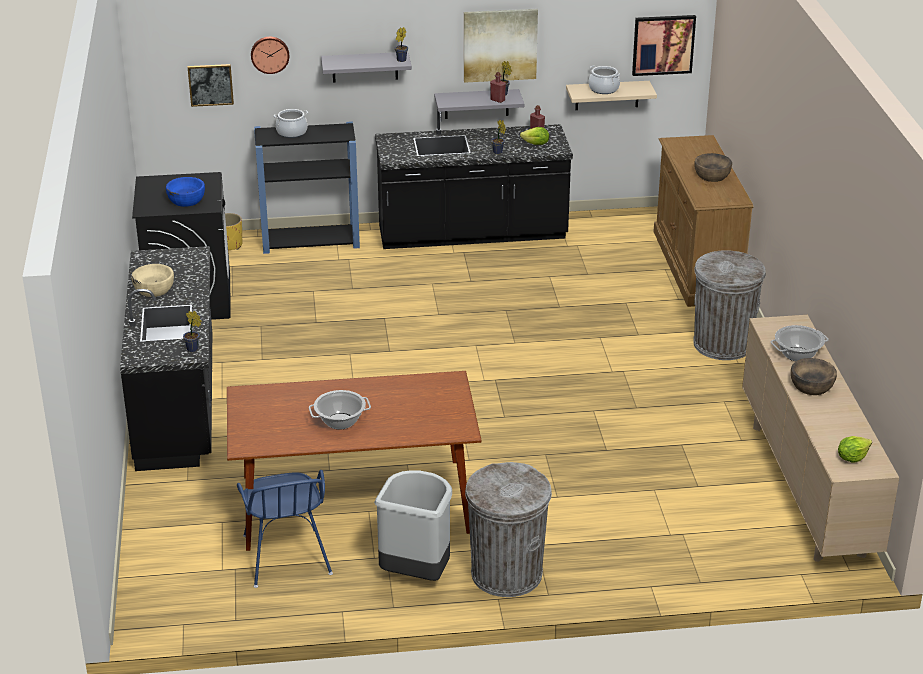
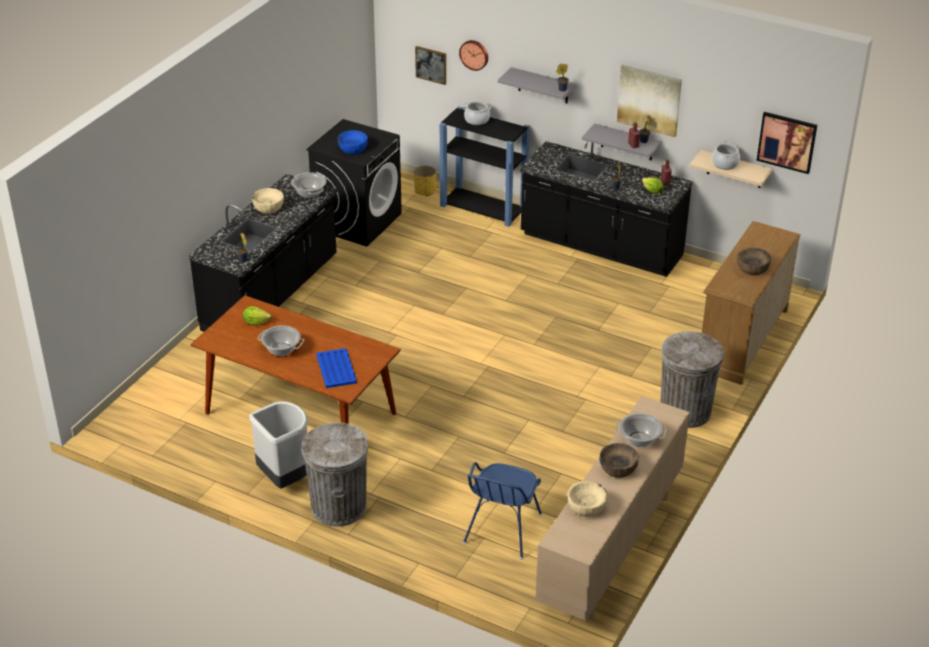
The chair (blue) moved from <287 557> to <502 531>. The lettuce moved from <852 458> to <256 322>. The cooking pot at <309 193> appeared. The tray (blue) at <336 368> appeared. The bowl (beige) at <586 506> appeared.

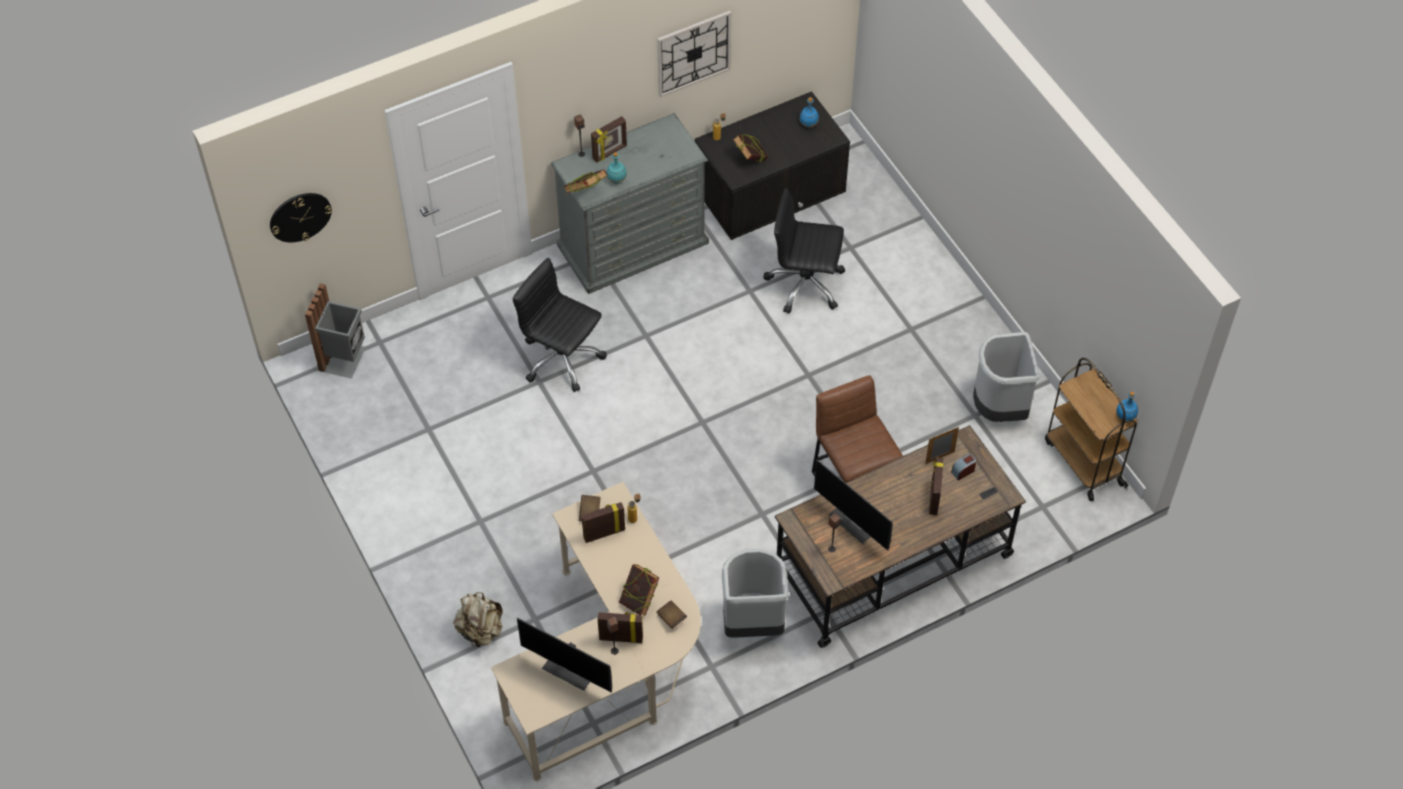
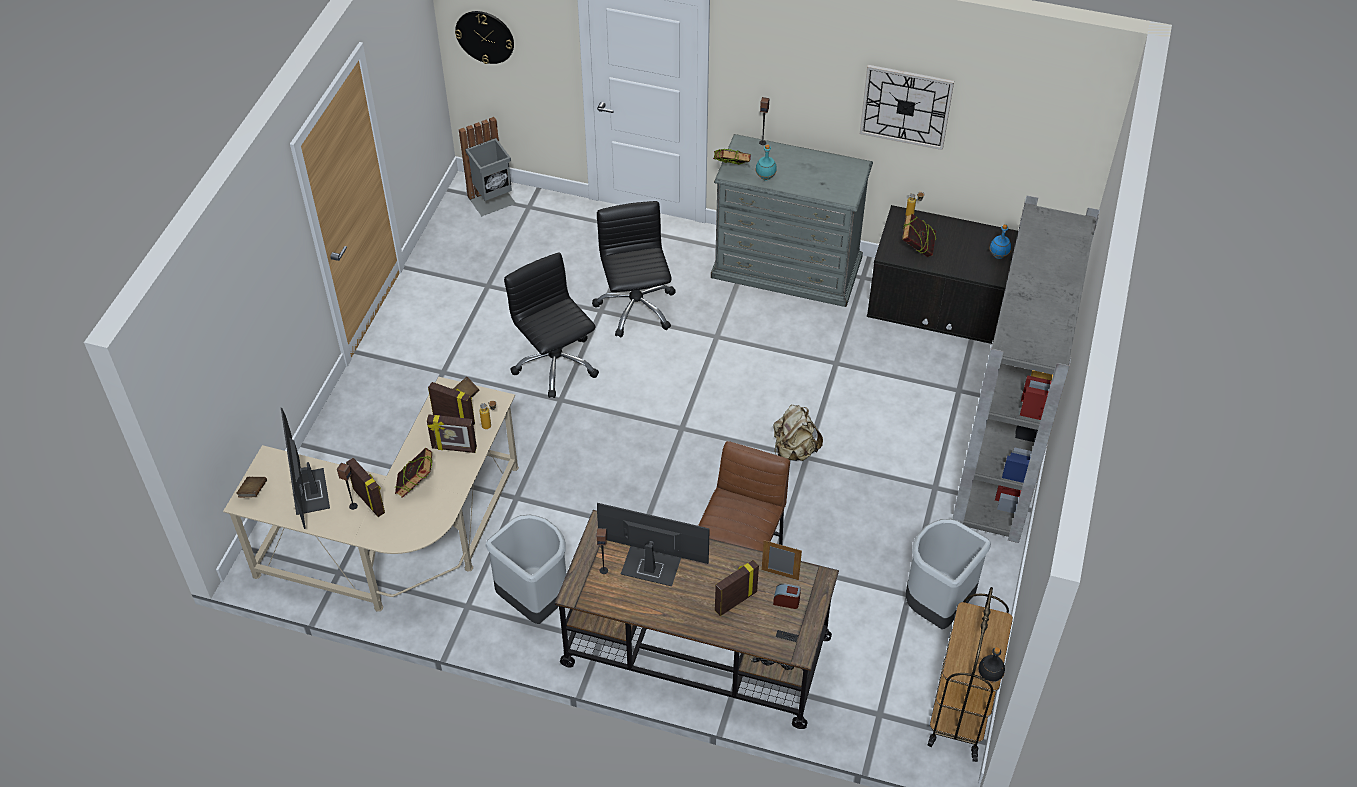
The backpack (beige) moved from <480 631> to <794 450>. The picture frame moved from <610 153> to <454 448>. The book (brown) moved from <671 618> to <253 492>. The office chair (black) moved from <805 284> to <555 364>. The monitor at <856 521> turned 105 degrees clockwise. The bottle (blue) at <1125 418> became the bottle (black) at <989 677>. The bookcase (grey) at <1001 457> appeared.

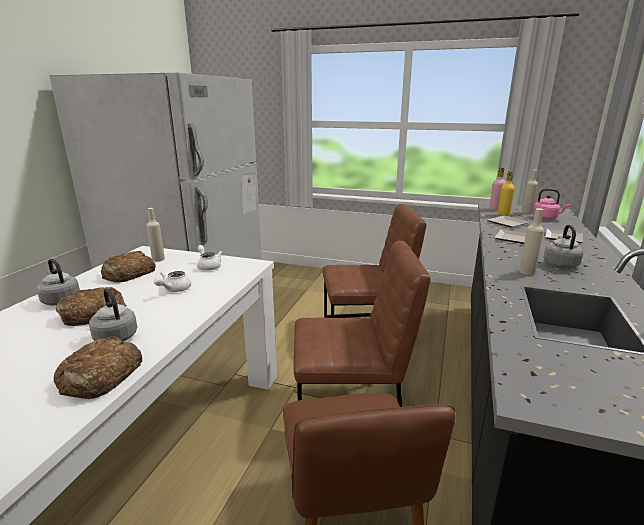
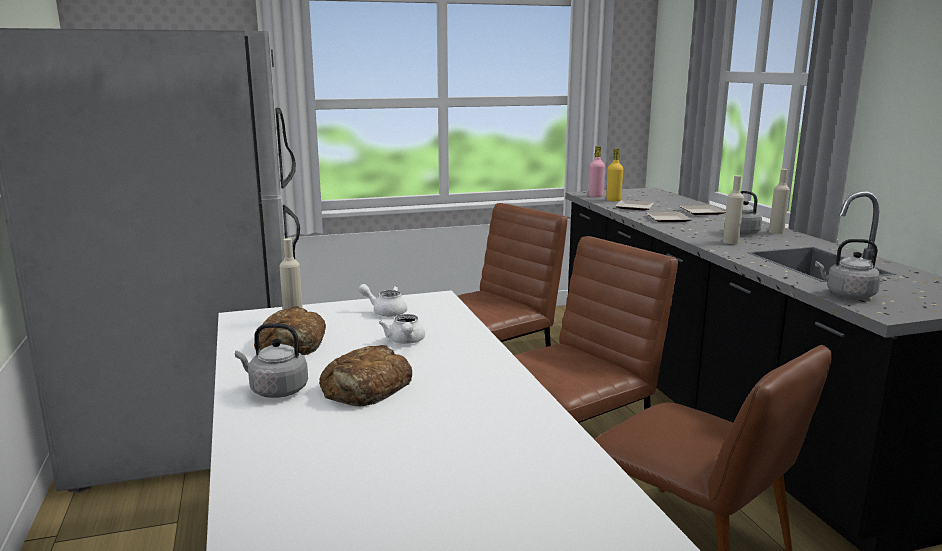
The bread at <100 375> disappeared. The kettle (grey) moved from <115 336> to <847 294>. The bottle (beige) moved from <527 212> to <776 232>. The kettle (pink) at <546 218> disappeared.

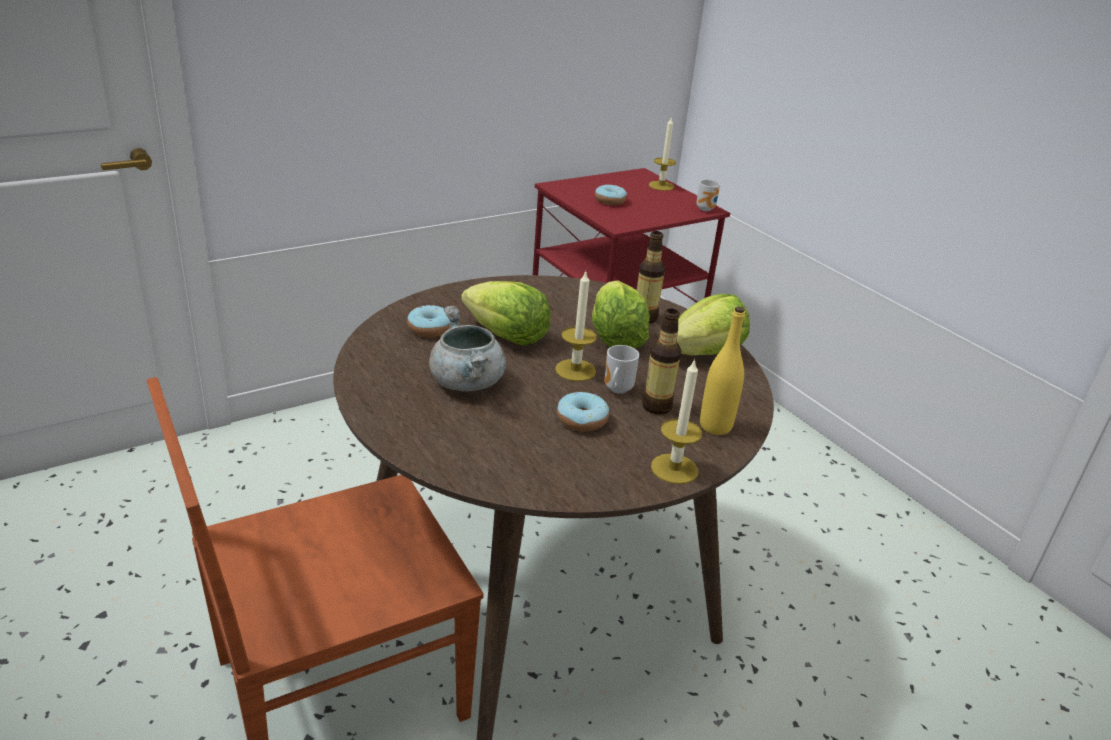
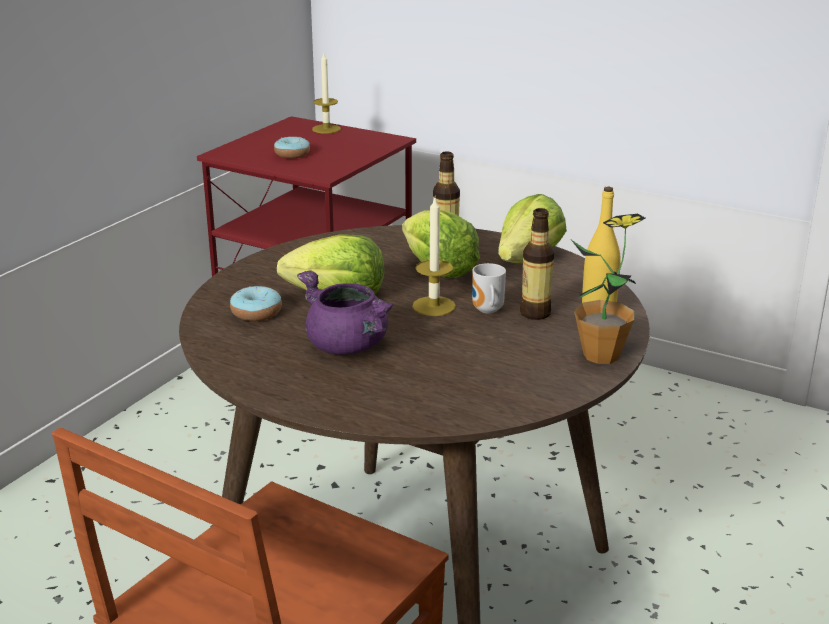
The cooking pot (grey) at <467 383> became the cooking pot (purple) at <348 347>. The donut at <582 420> disappeared. The candle at <674 469> was replaced by the potted plant at <601 355>. The mug at <707 209> disappeared.

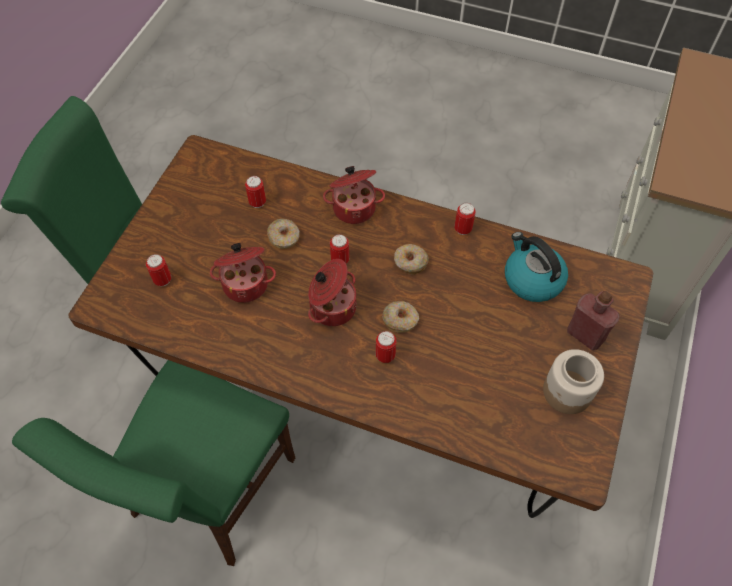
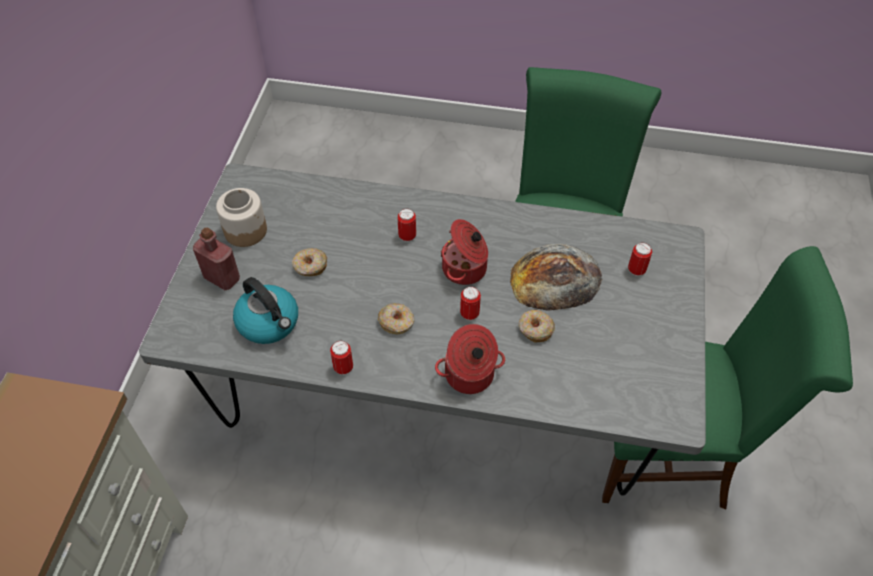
The dining table (brown) at <364 388> became the dining table (grey) at <437 395>. The cooking pot at <245 283> was replaced by the bread at <555 278>. The can at <257 202> disappeared. The donut moved from <400 320> to <310 266>.

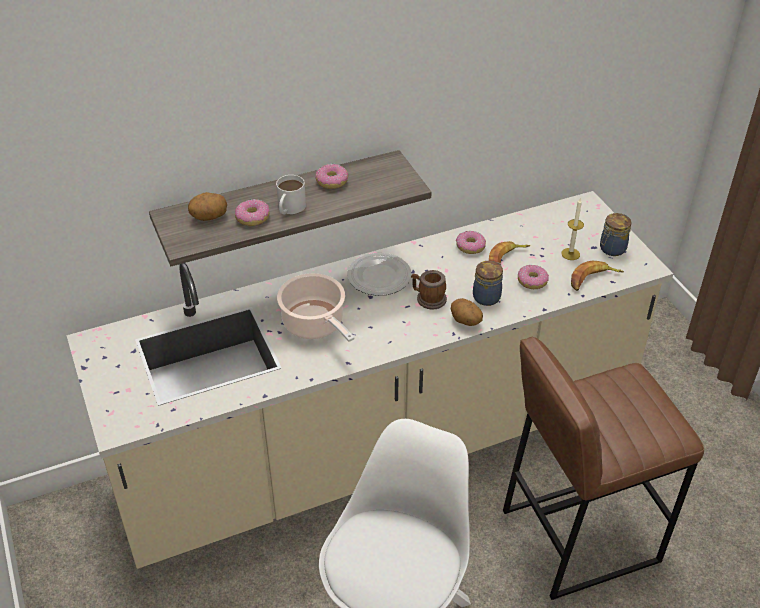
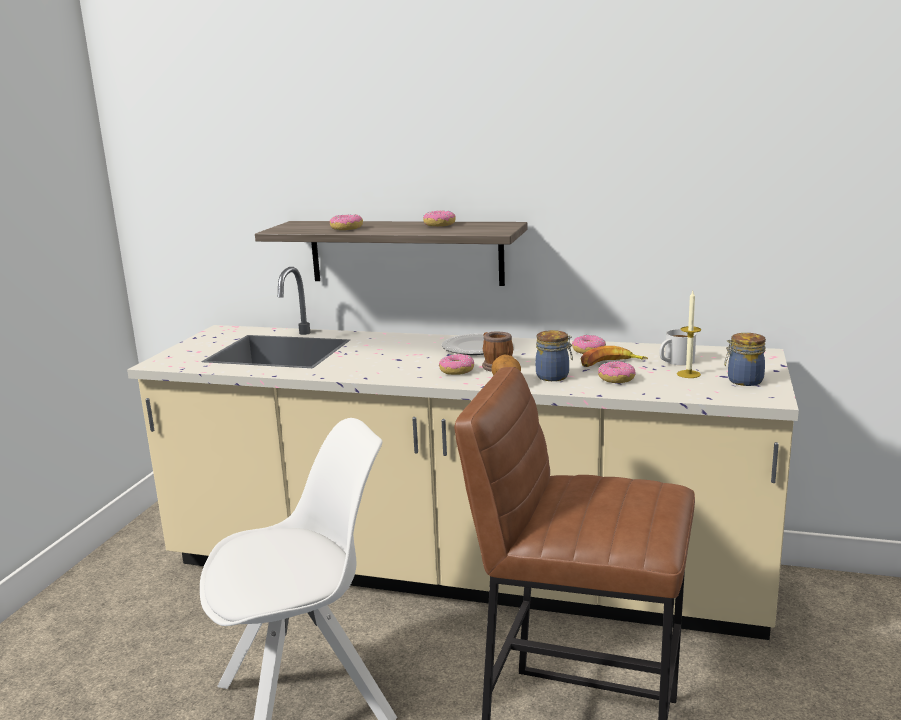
The potato at <209 217> disappeared. The mug (white) moved from <289 209> to <675 361>. The cooking pot at <315 325> disappeared. The banana at <592 279> disappeared. The donut at <457 370> appeared.

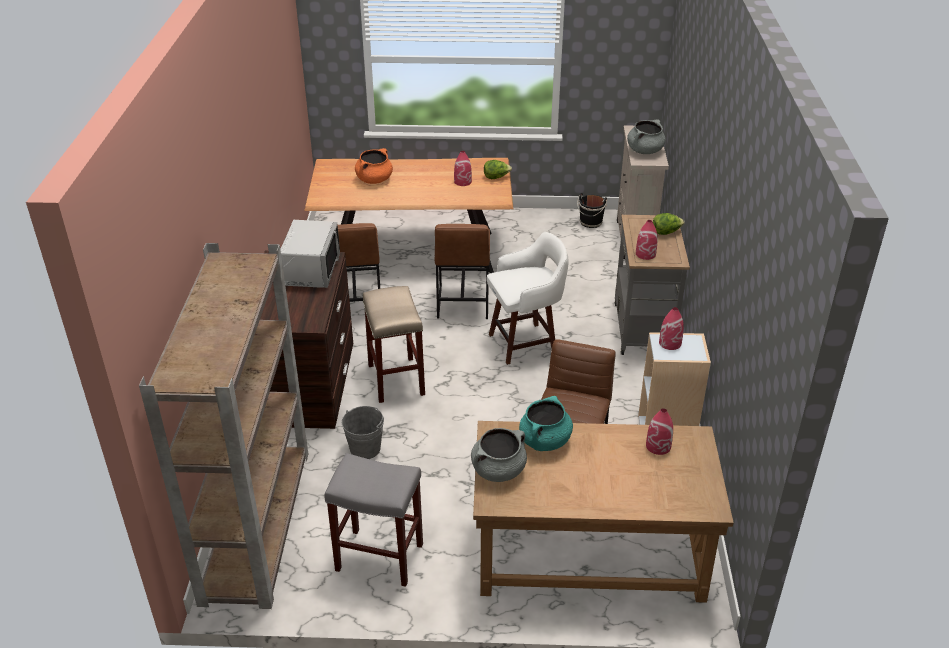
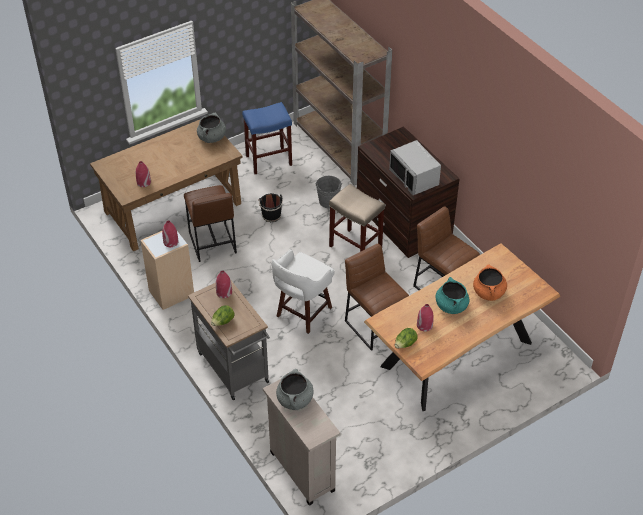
The stool (grey) at <378 557> became the stool (blue) at <269 160>. The cooking pot (turquoise) moved from <545 441> to <451 306>. The bucket (black) moved from <590 223> to <271 215>.

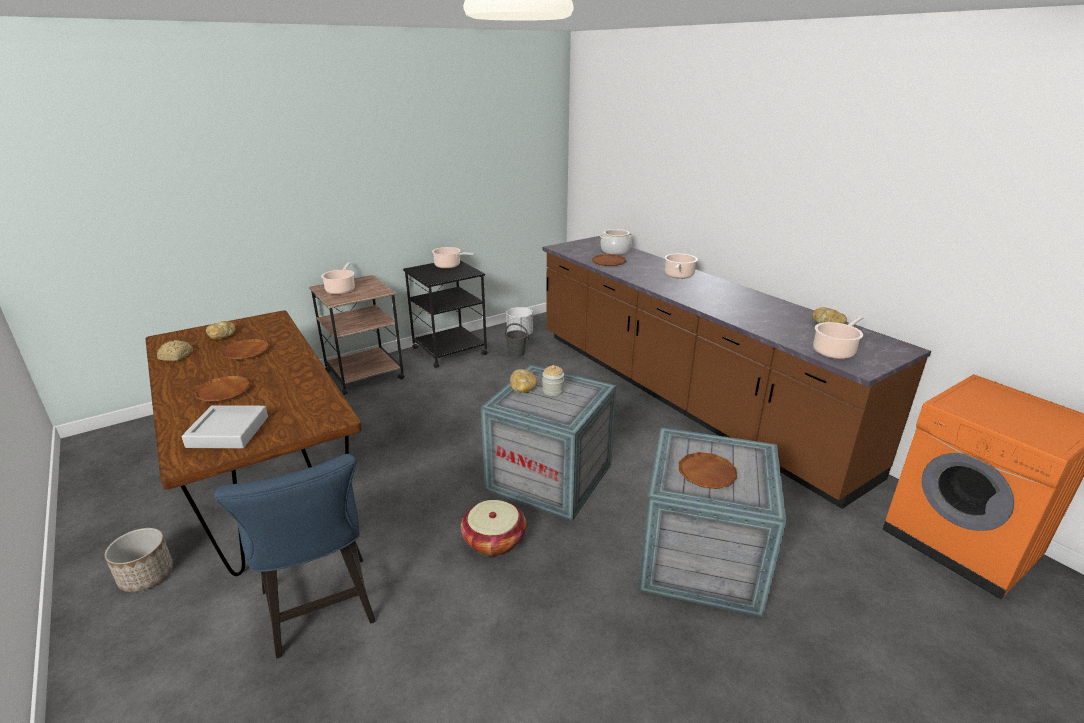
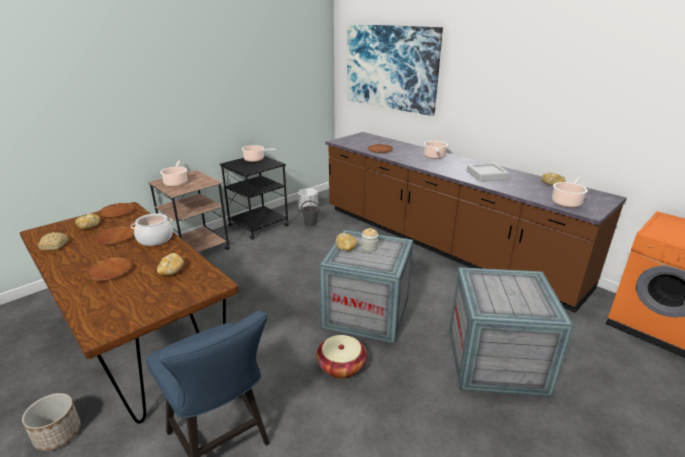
The tray (grey) moved from <228 432> to <486 175>. The cooking pot moved from <615 251> to <155 239>. The plate (brown) moved from <706 474> to <117 212>. The bread at <171 271> appeared. The picture at <390 67> appeared.

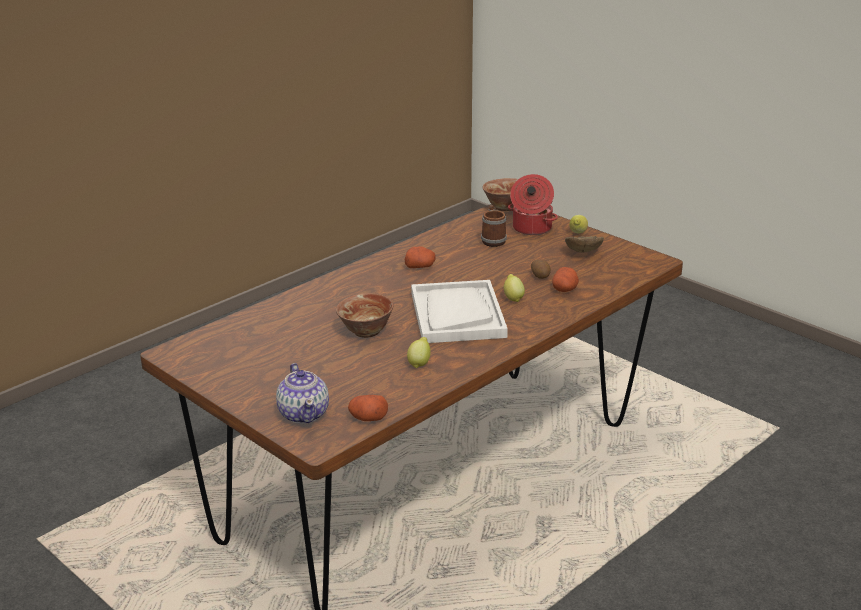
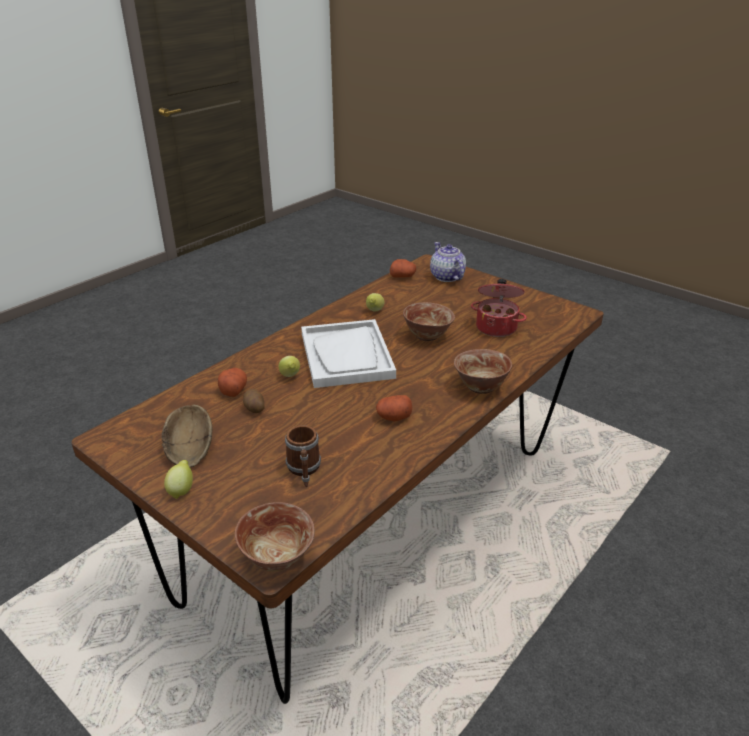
The cooking pot moved from <531 228> to <496 327>. The bowl at <480 387> appeared.

